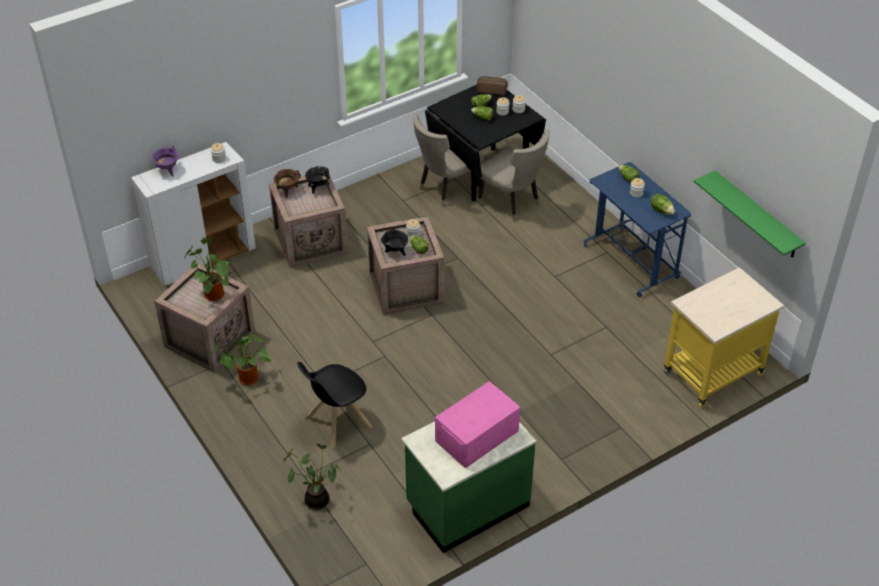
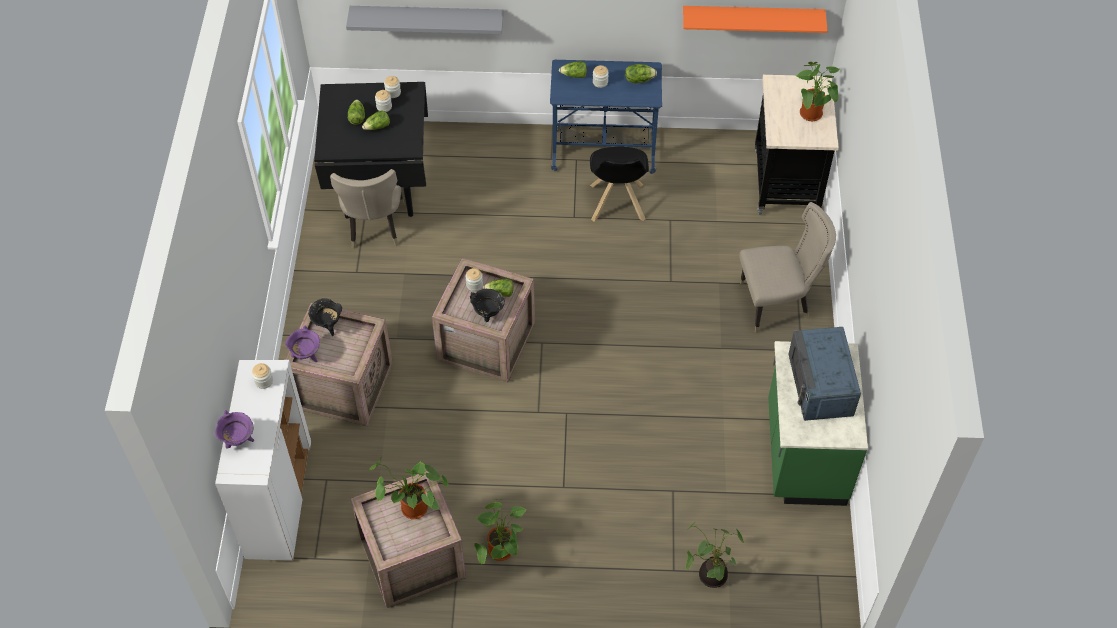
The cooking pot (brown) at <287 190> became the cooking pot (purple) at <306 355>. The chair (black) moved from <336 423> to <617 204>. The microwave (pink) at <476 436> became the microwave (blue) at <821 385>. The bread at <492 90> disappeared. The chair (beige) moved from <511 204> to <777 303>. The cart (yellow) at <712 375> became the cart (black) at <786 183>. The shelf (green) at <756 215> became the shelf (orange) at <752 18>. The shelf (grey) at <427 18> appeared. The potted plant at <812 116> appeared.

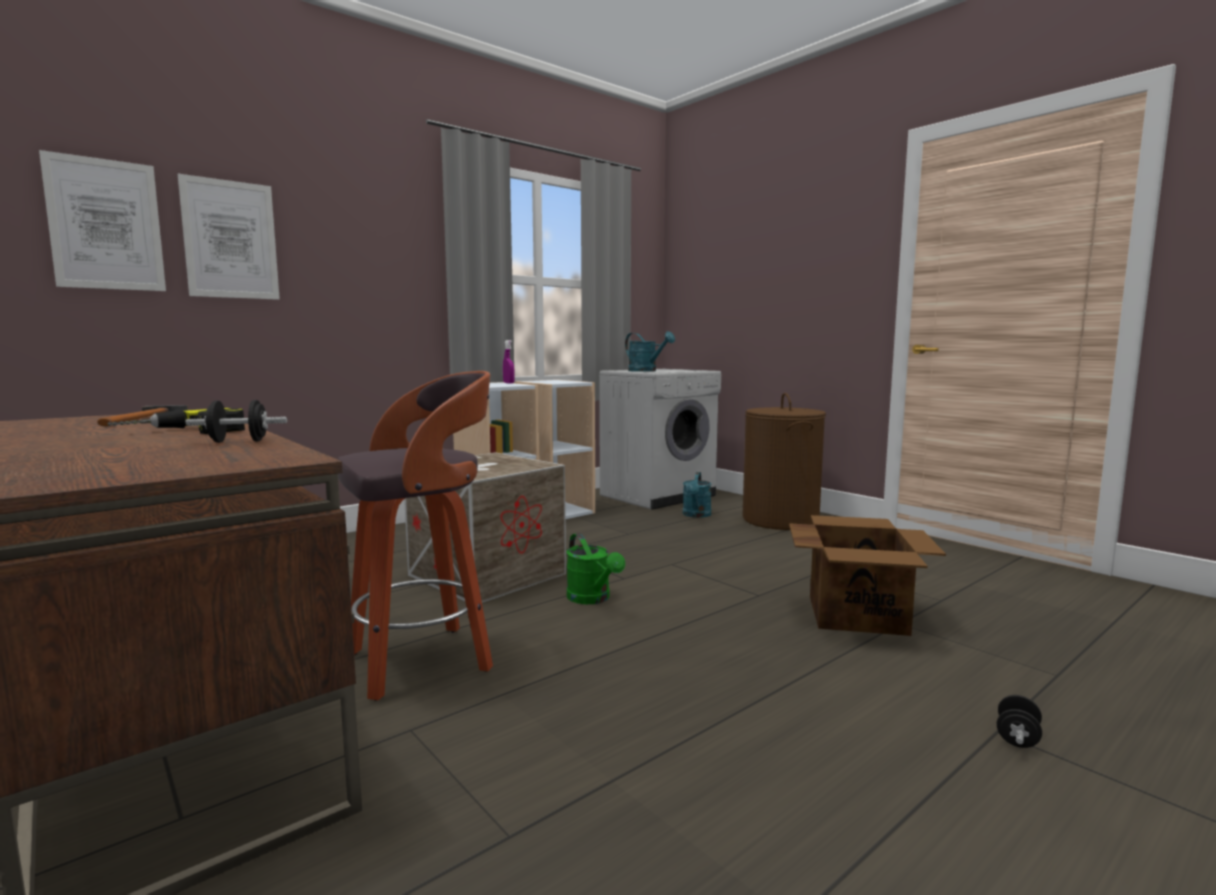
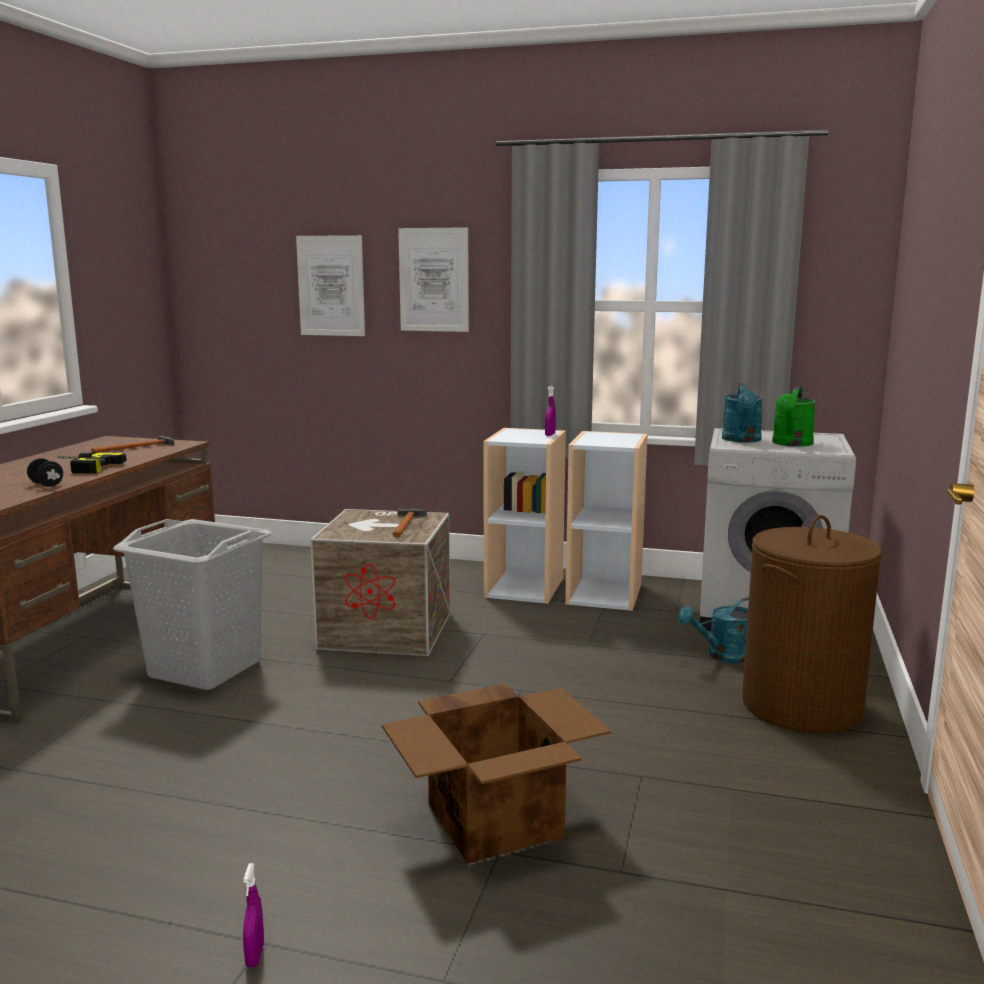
The picture moved from <106 224> to <434 280>. The stool at <423 660> was replaced by the laundry basket (grey) at <204 669>. The watering can (green) moved from <592 599> to <791 444>. The dumbbell (black) at <1017 738> was replaced by the spray bottle (purple) at <255 956>. The hammer at <406 524> appeared.

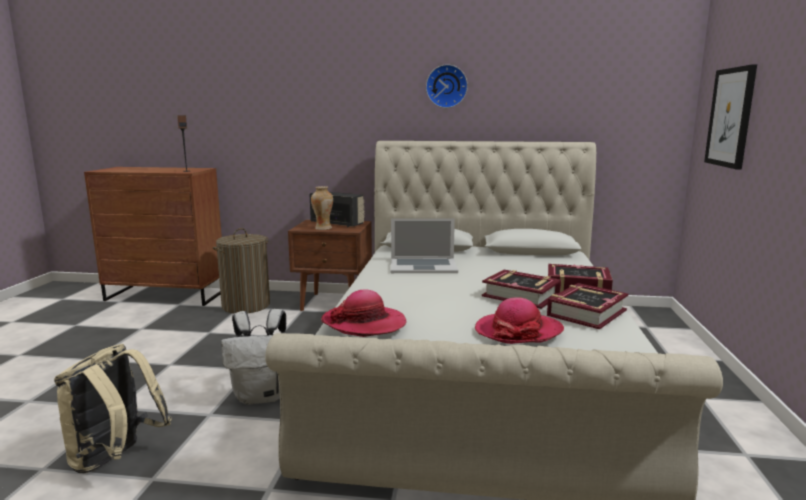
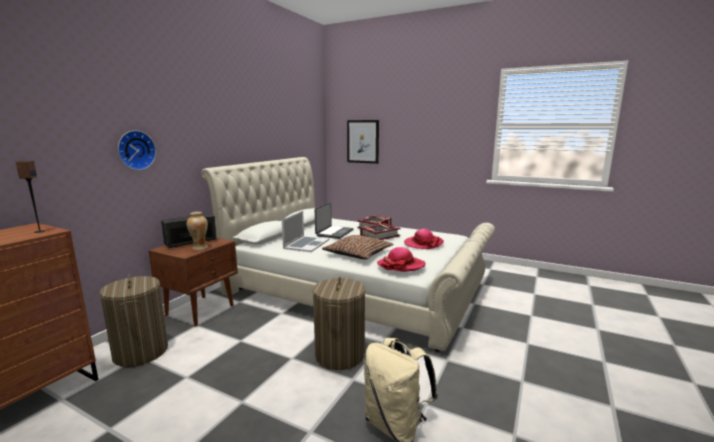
The backpack (white) at <263 396> was replaced by the laundry basket at <339 355>. The wall clock moved from <446 86> to <135 150>. The book at <586 313> disappeared. The laptop at <334 233> appeared. The pillow (brown) at <358 253> appeared.

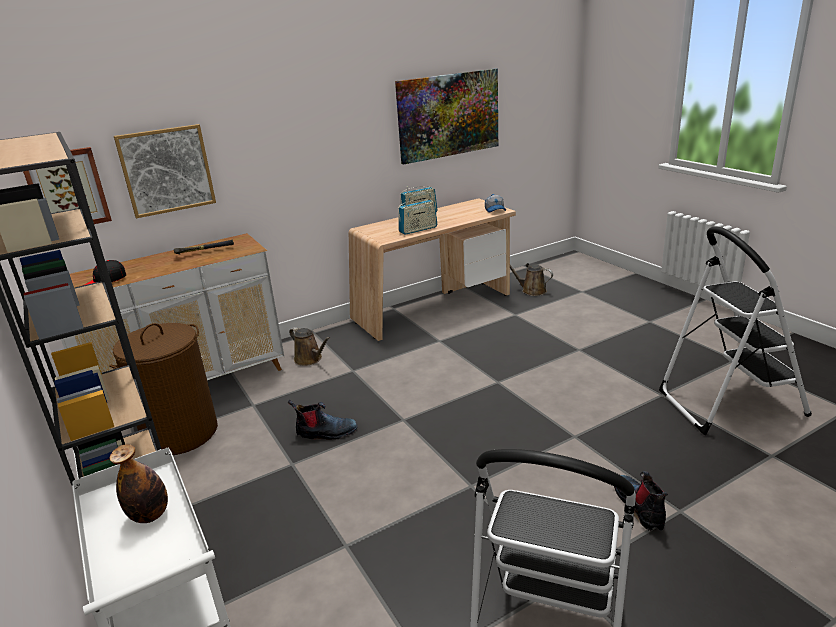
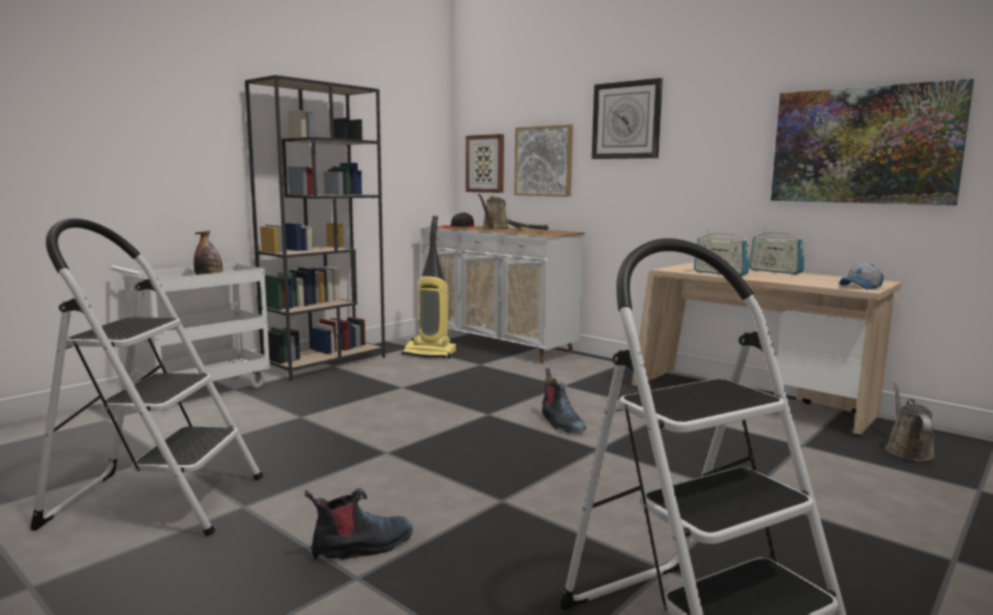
The laundry basket (brown) at <180 433> was replaced by the vacuum cleaner at <430 353>. The boot moved from <326 433> to <561 423>. The watering can (brown) moved from <310 359> to <494 228>. The wall clock at <626 120> appeared.

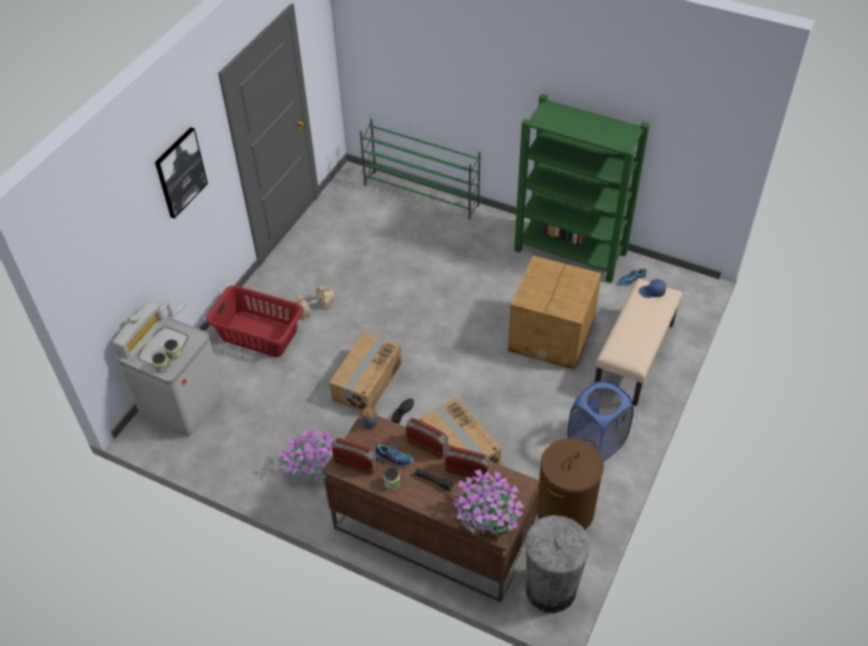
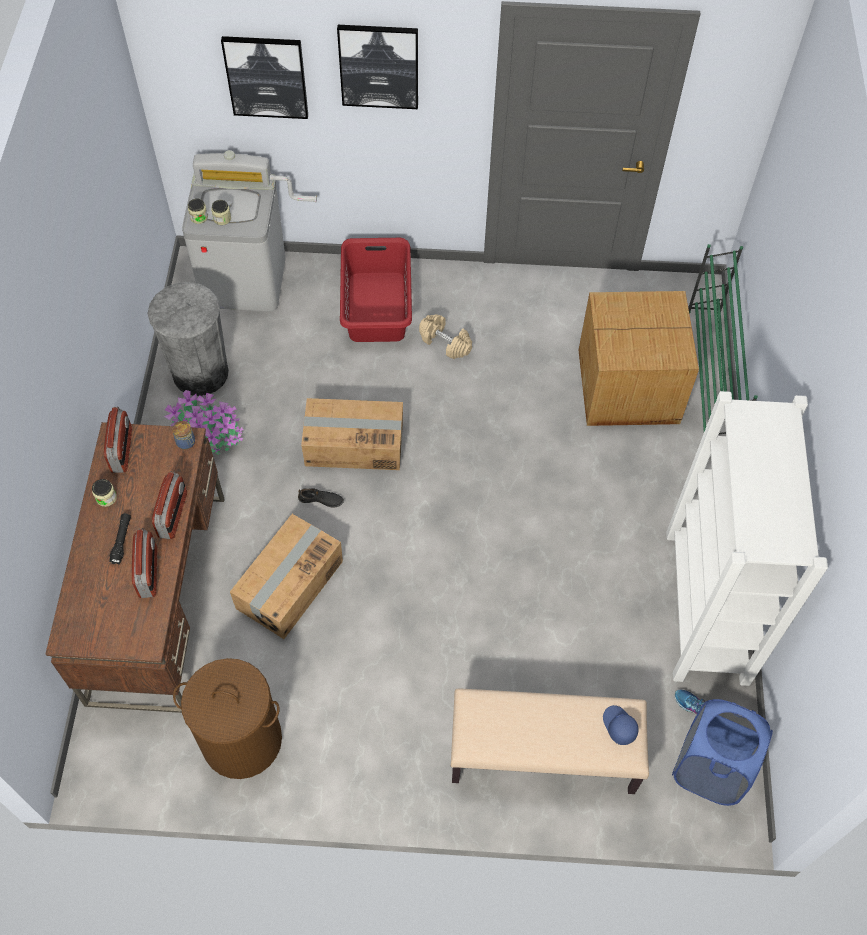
The shoe at <393 458> disappeared. The potted plant at <487 516> disappeared. The cardboard box moved from <553 335> to <630 387>. The bookcase (green) at <570 251> became the bookcase (white) at <707 606>. The trash can (grey) moved from <550 589> to <200 373>. The laundry basket (blue) moved from <596 443> to <709 769>. The picture at <266 76> appeared.

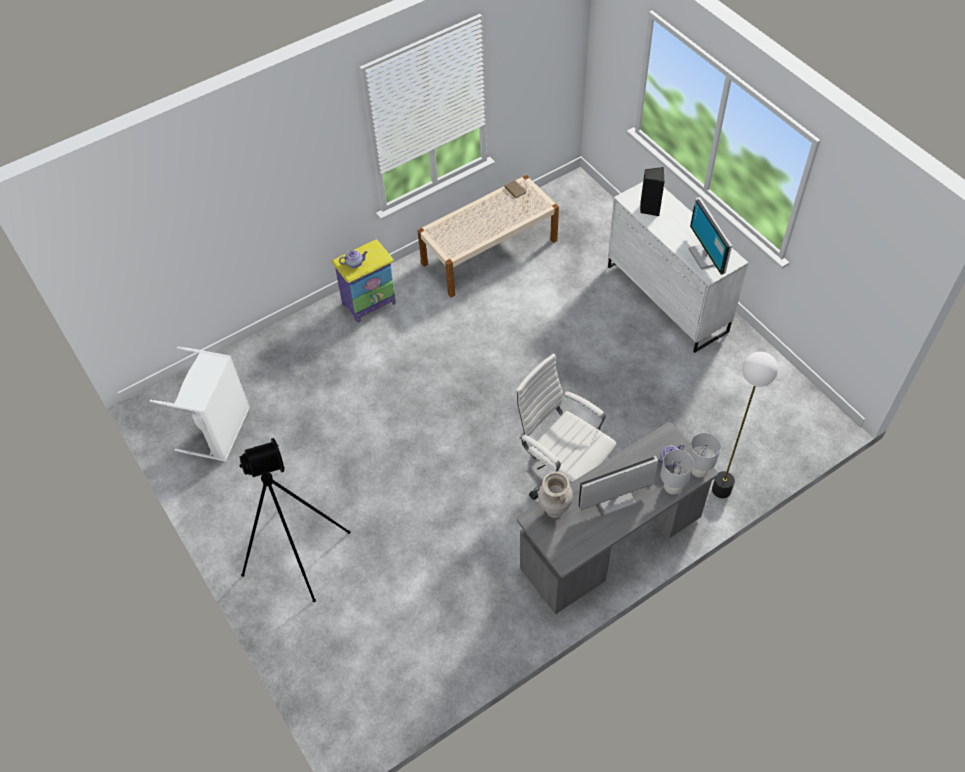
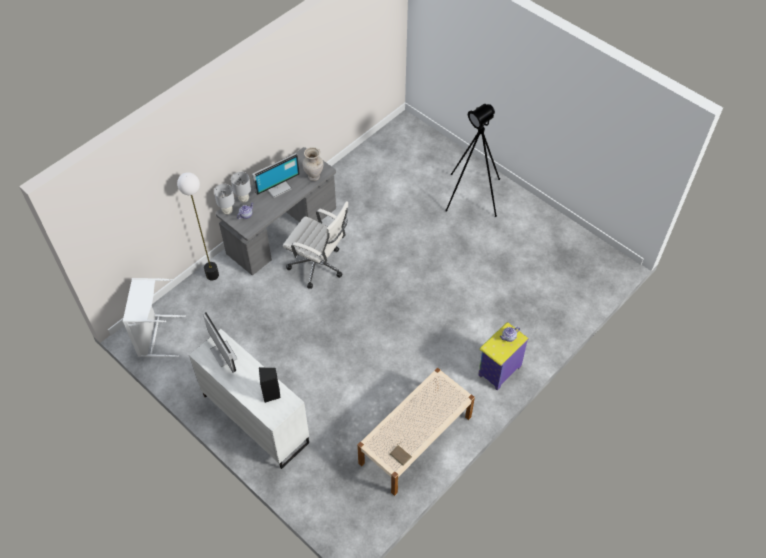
The laundry basket (white) moved from <221 431> to <155 336>.

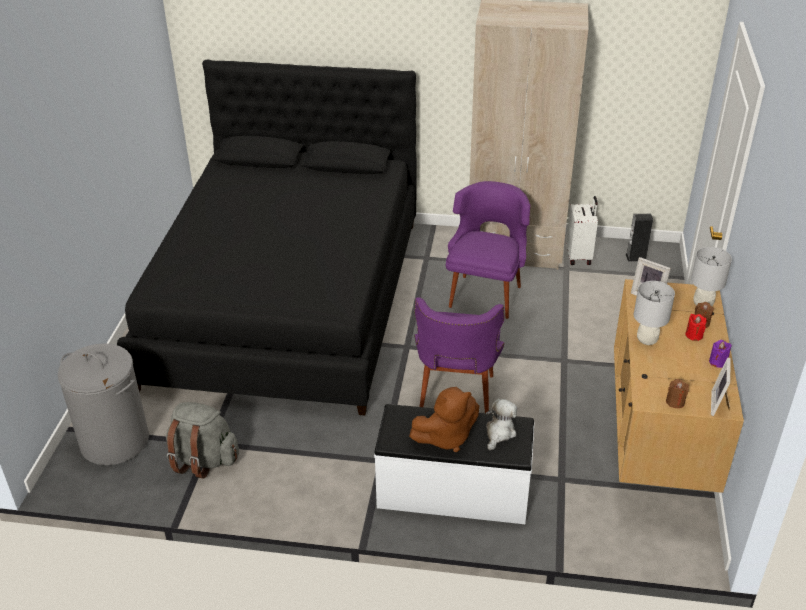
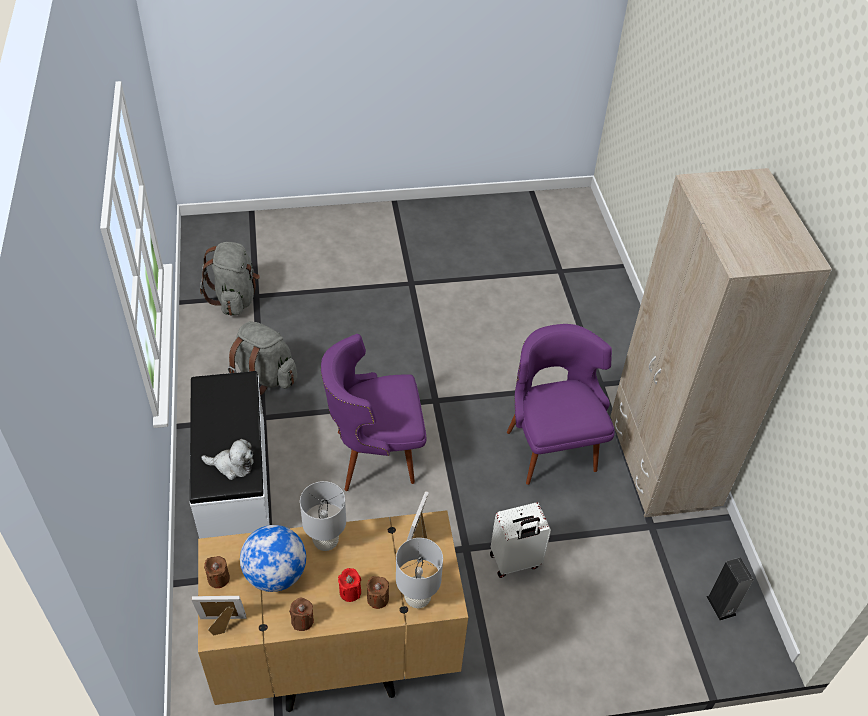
The laundry basket (grey) at <115 441> disappeared. The bed (black) at <288 300> disappeared. The plush toy (brown) at <446 437> disappeared. The chair (purple) at <484 297> turned 105 degrees counterclockwise. The suitcase (white) moved from <579 256> to <515 562>. The candle (purple) at <718 362> became the candle (brown) at <302 620>. The backpack (grey) at <264 377> appeared. The globe at <275 574> appeared.

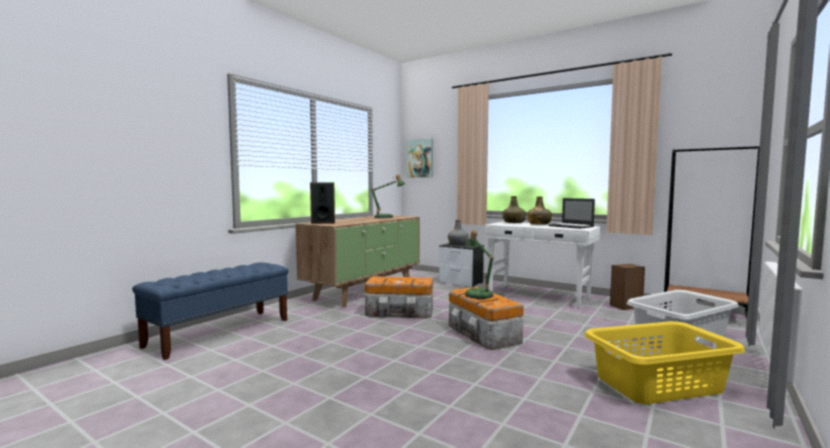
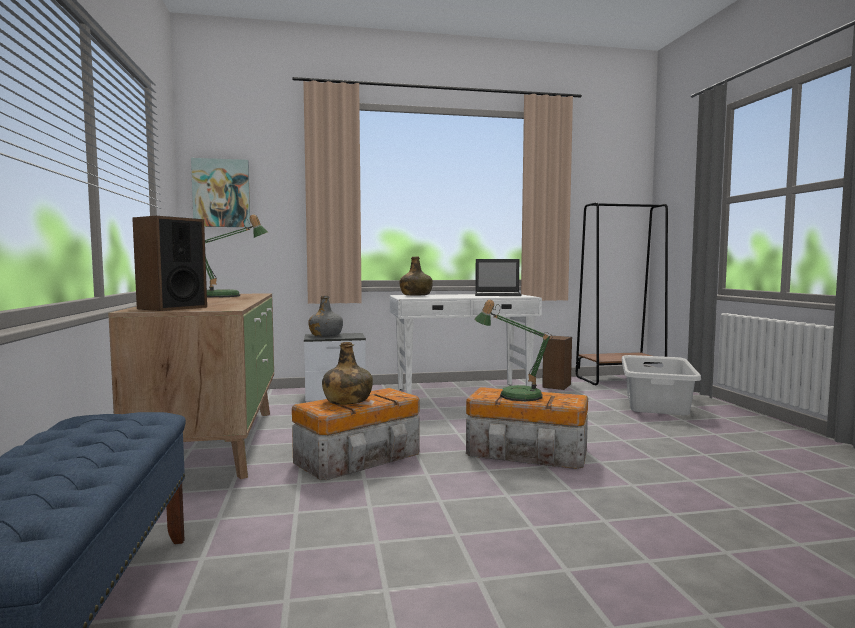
The bottle (green) moved from <539 224> to <347 401>. The laundry basket (yellow) at <659 384> disappeared.

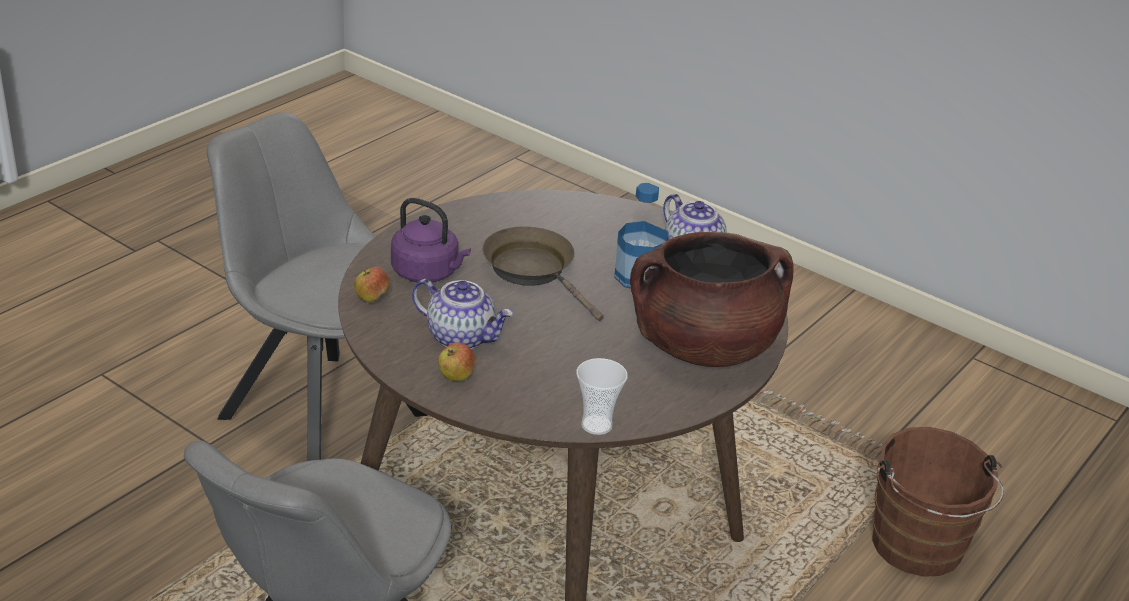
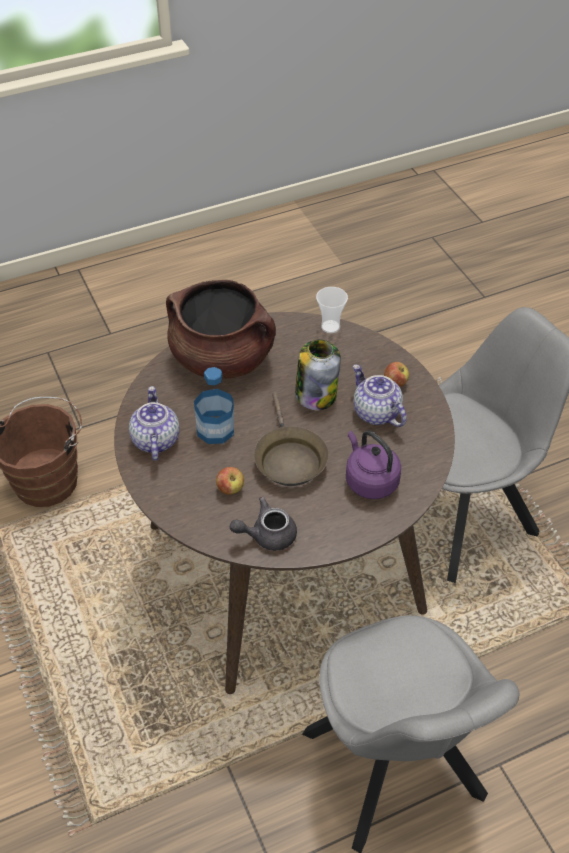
The apple moved from <371 298> to <230 489>. The teapot (grey) at <267 535> appeared. The jar at <316 394> appeared.

